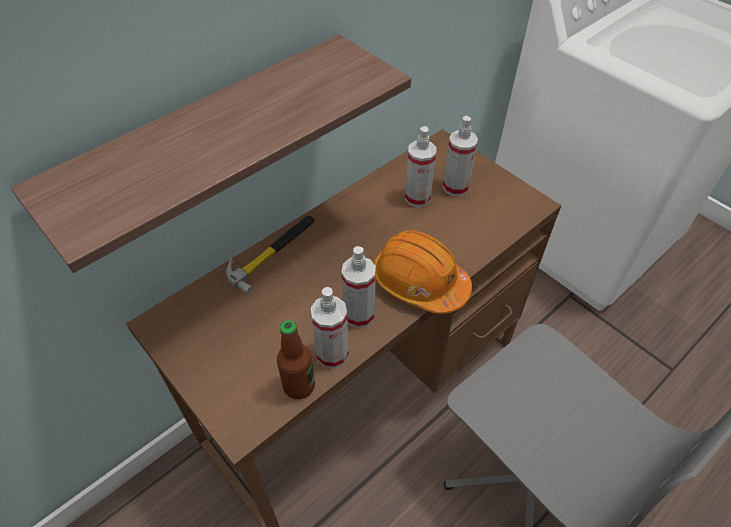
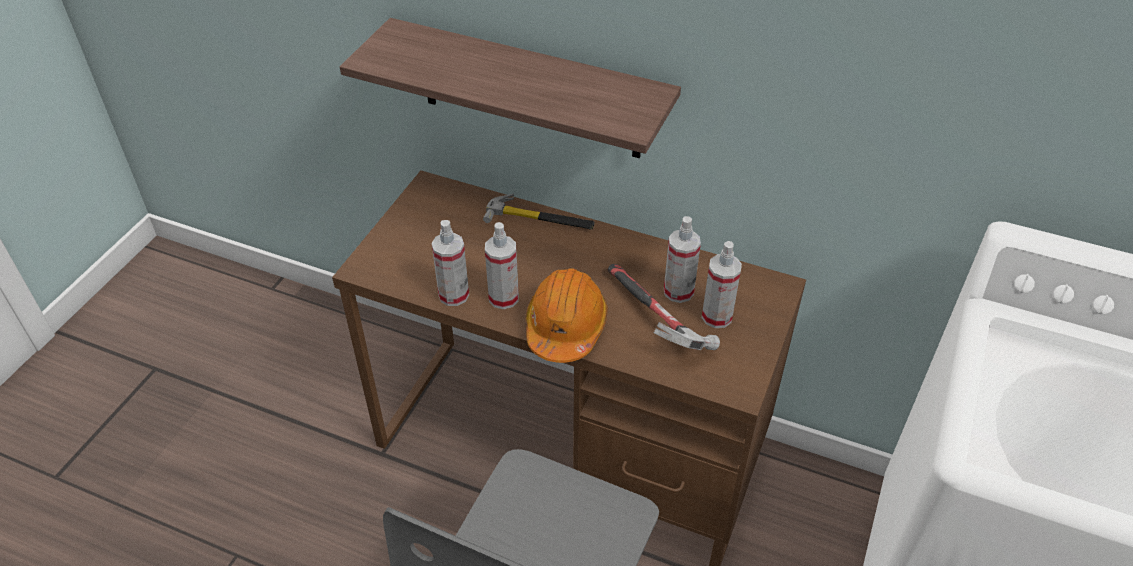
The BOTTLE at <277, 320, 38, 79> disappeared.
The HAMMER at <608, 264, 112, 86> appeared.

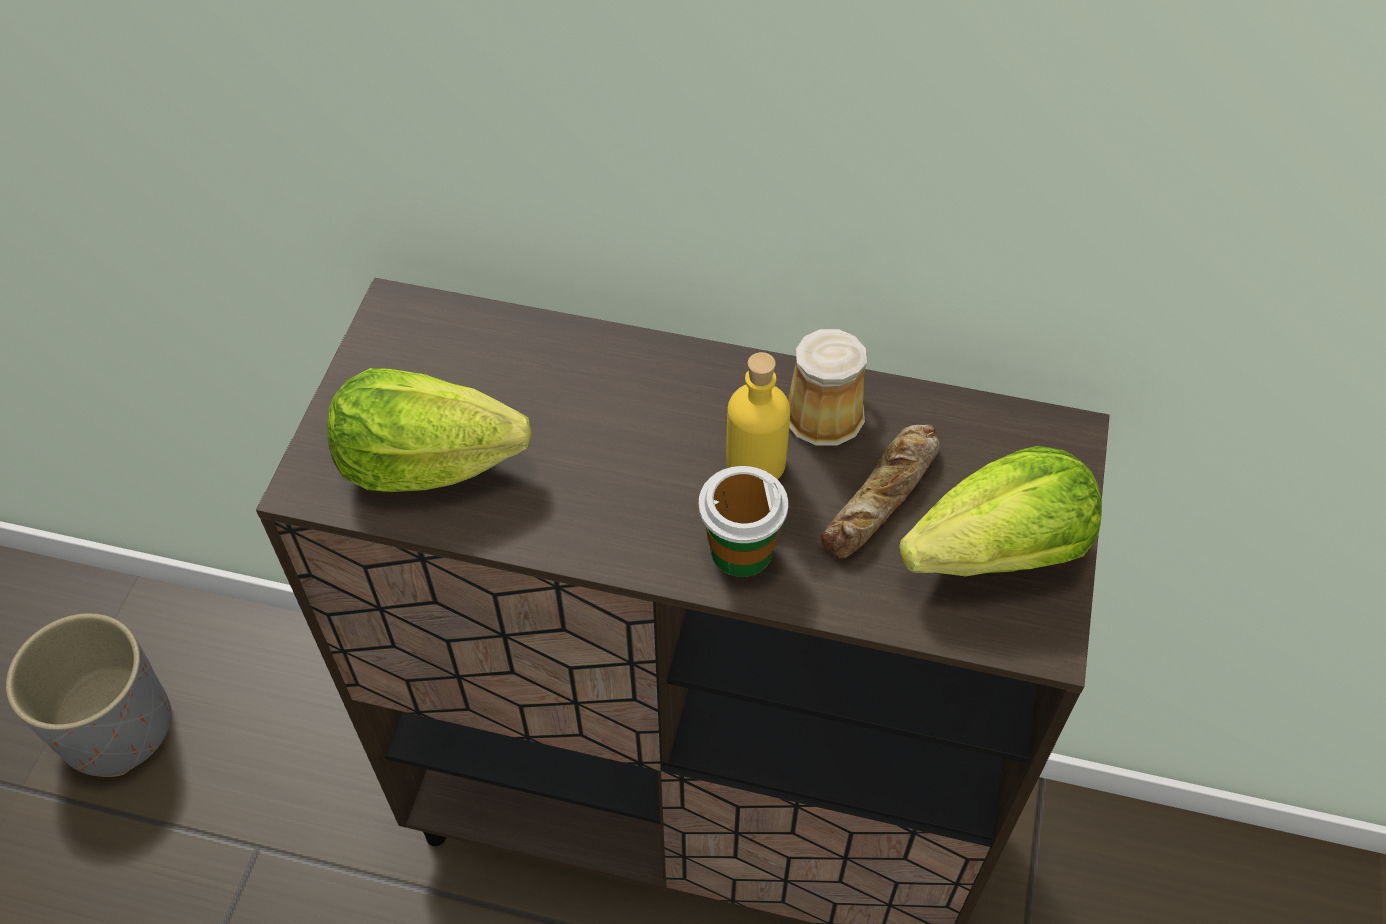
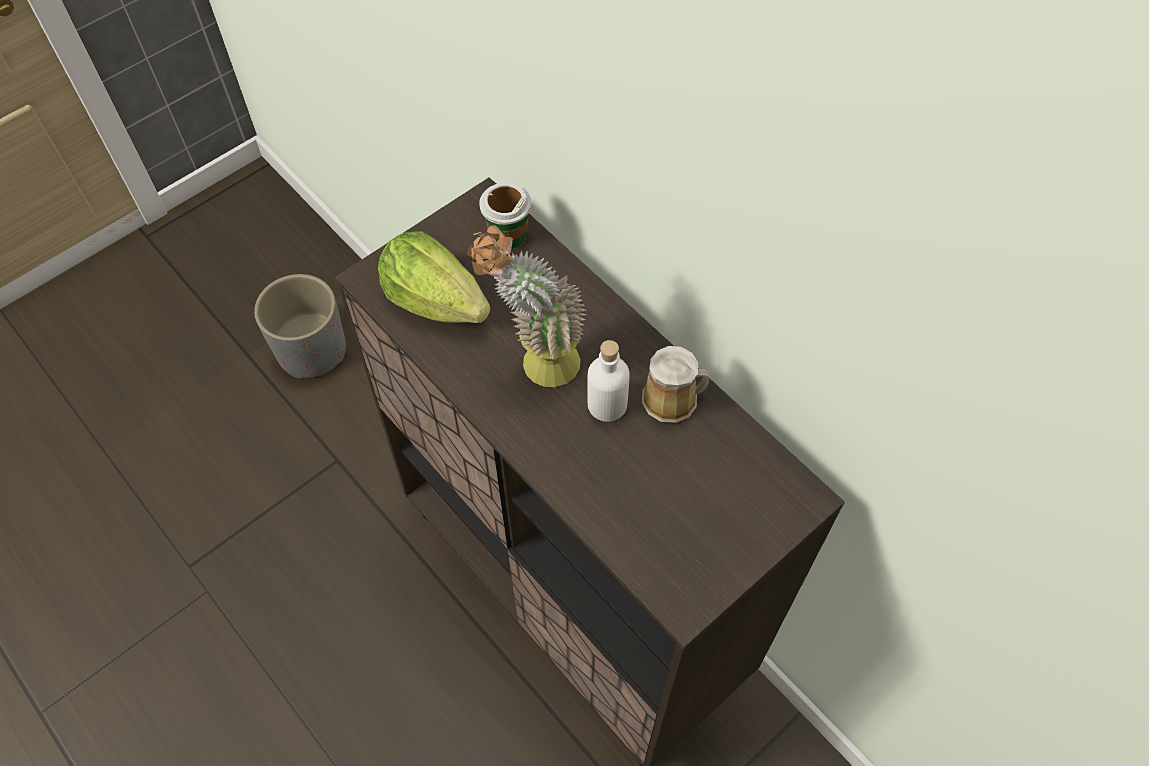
The CUP moved from <698, 466, 90, 111> to <479, 183, 52, 66>.
The YELLOW BOTTLE at <726, 352, 64, 128> became the WHITE BOTTLE at <587, 340, 43, 82>.
The BREAD at <821, 425, 119, 134> disappeared.
The LETTUCE at <899, 446, 203, 130> disappeared.
The POTTED PLANT at <467, 225, 119, 162> appeared.

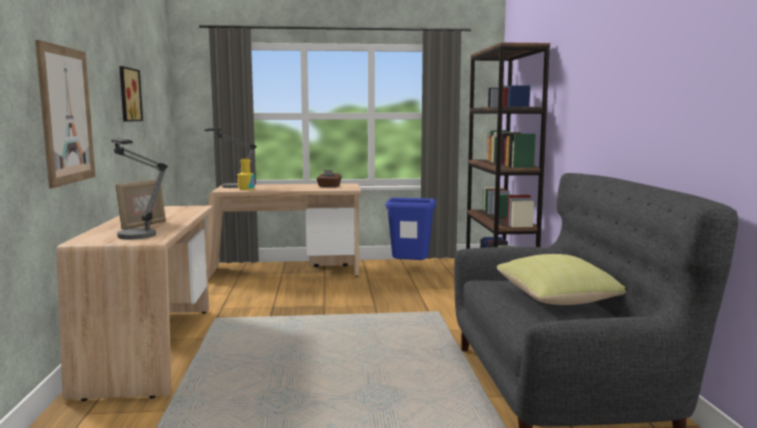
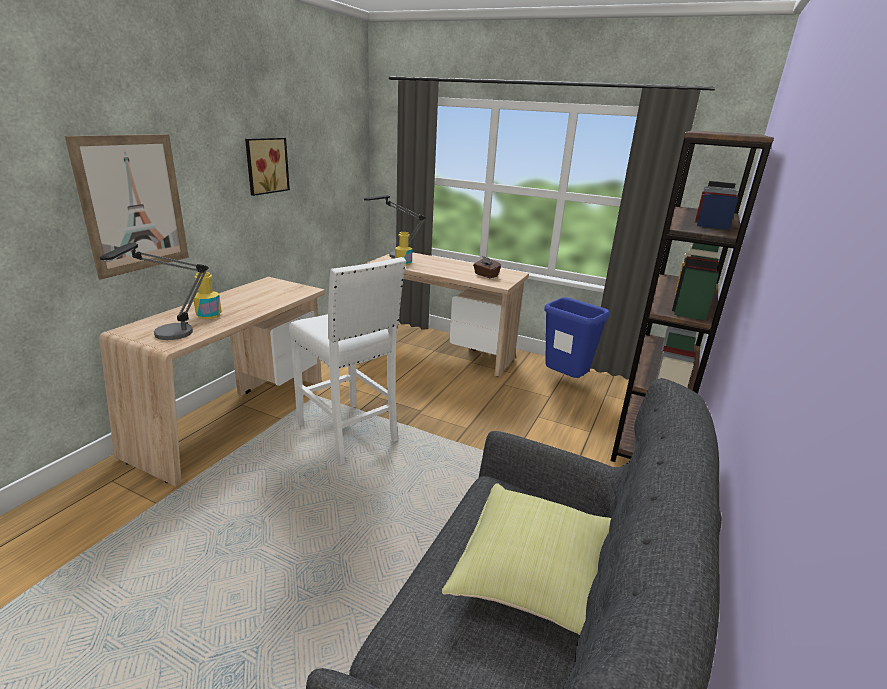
The PICTURE FRAME at <116, 179, 50, 51> was replaced by the YELLOW BOTTLE at <194, 272, 28, 47>.
The WHITE STOOL at <289, 257, 117, 207> appeared.

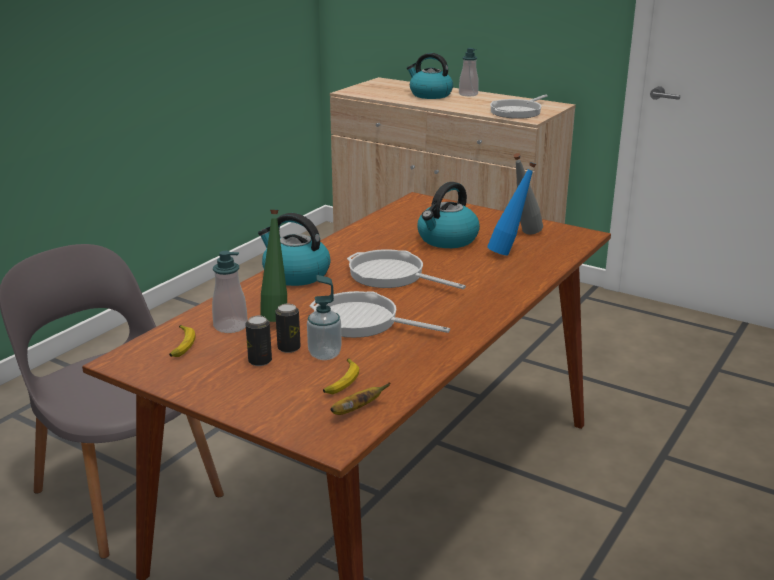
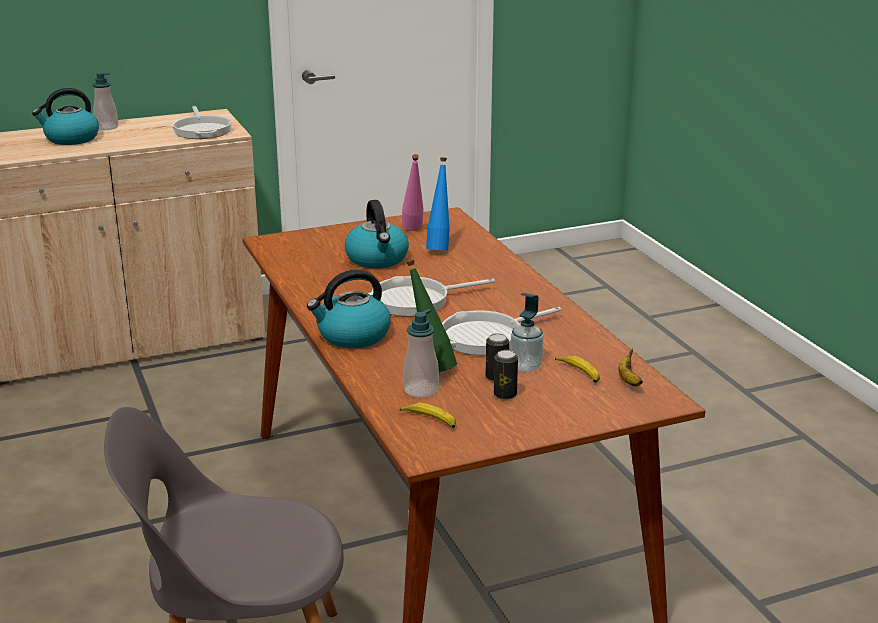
The GREY BOTTLE at <514, 153, 29, 81> became the PINK BOTTLE at <402, 154, 21, 77>.

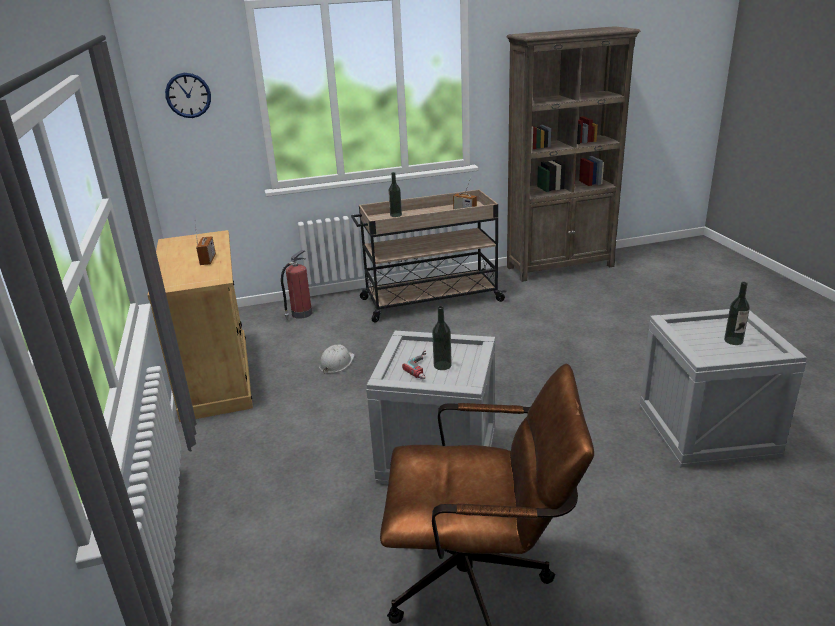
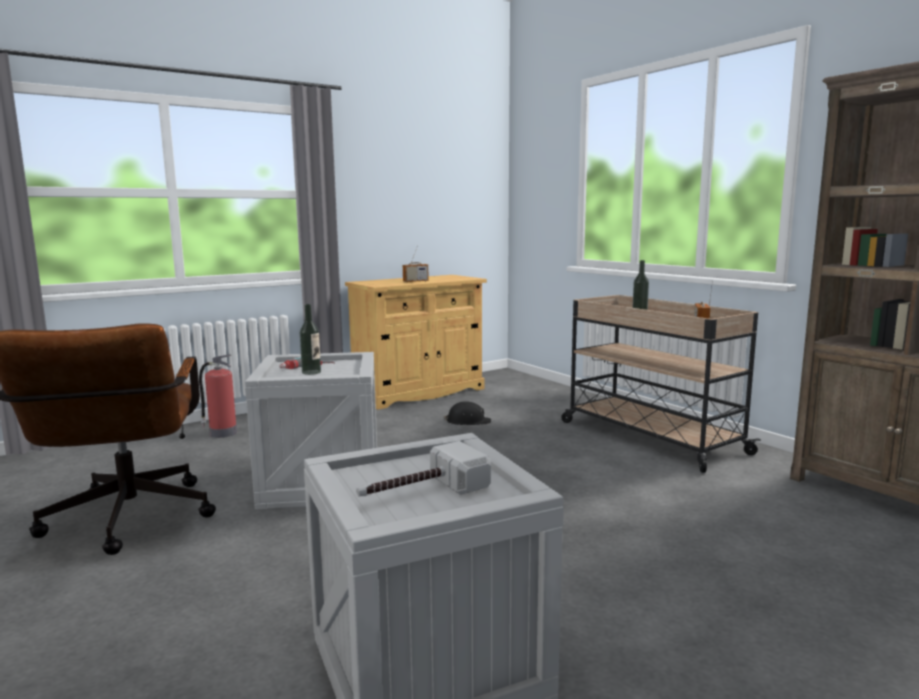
The WALL CLOCK at <165, 73, 46, 45> disappeared.
The FIRE EXTINGUISHER moved from <281, 250, 31, 69> to <199, 354, 38, 84>.
The WHITE HARD HAT at <319, 345, 36, 29> became the BLACK HARD HAT at <444, 401, 47, 24>.
The BOTTLE at <724, 282, 26, 63> was replaced by the HAMMER at <356, 441, 135, 55>.

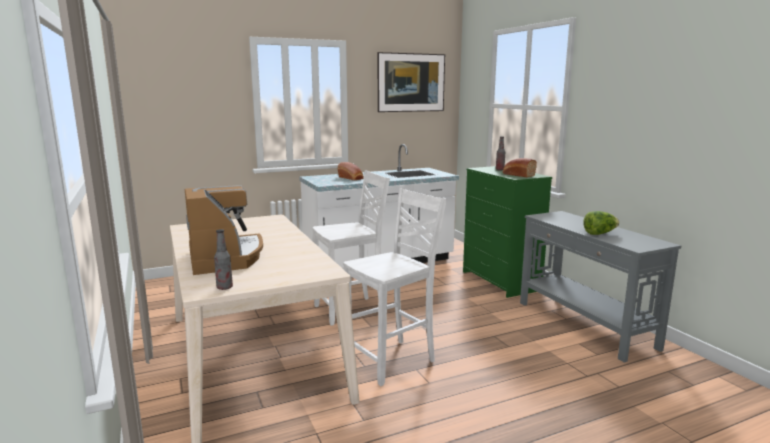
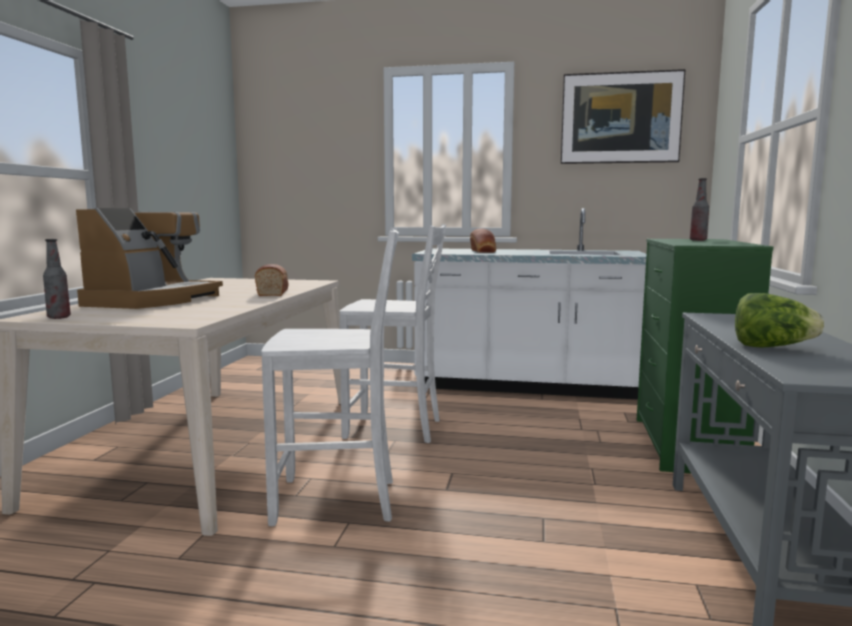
The BREAD moved from <503, 158, 34, 19> to <255, 264, 33, 32>.

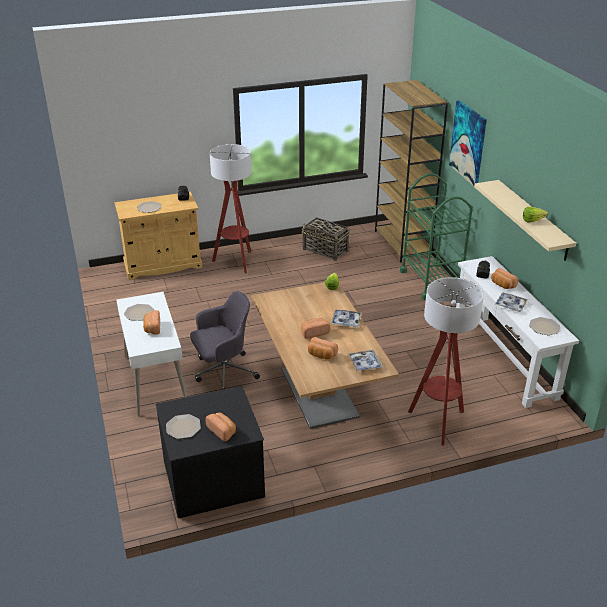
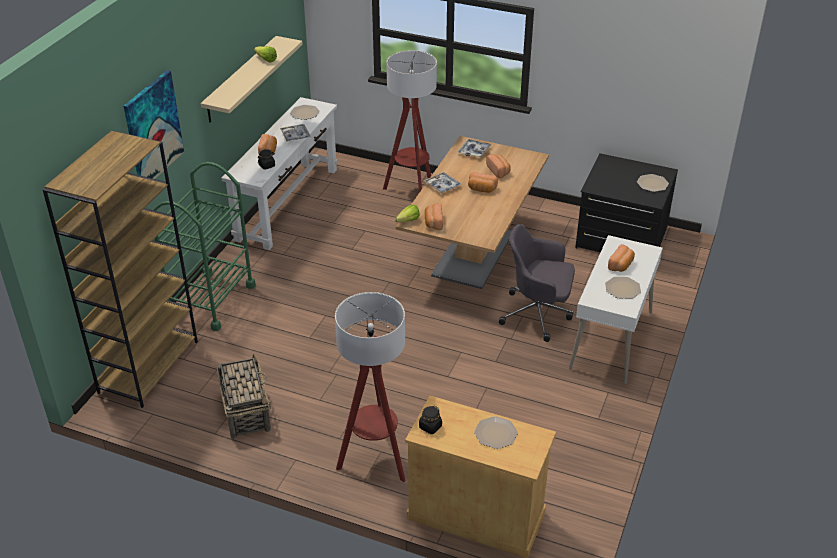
The BREAD moved from <205, 413, 31, 28> to <425, 203, 18, 27>.

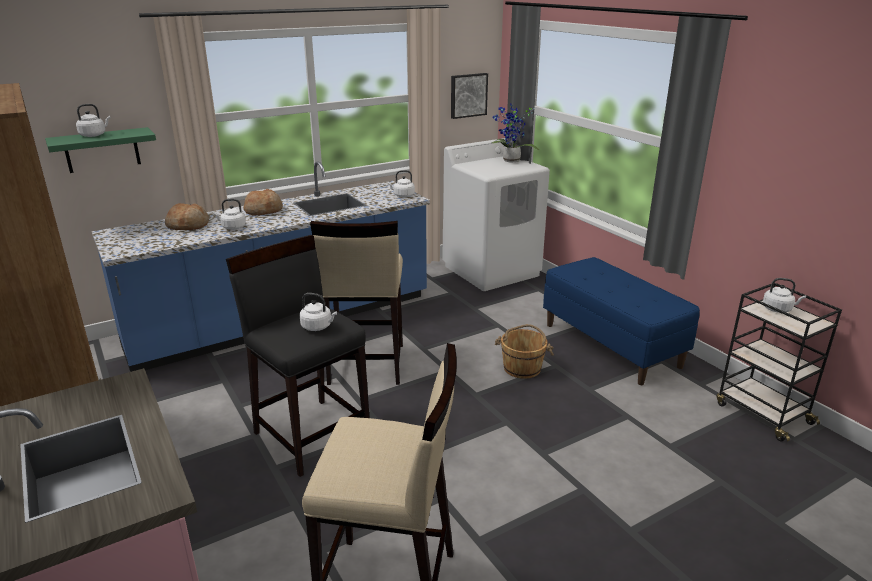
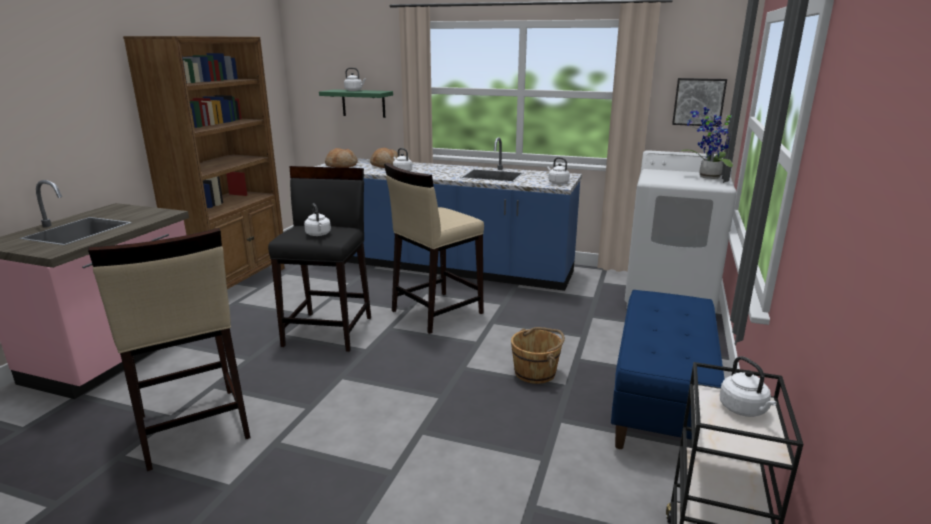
The BREAD moved from <243, 189, 40, 27> to <325, 148, 33, 20>.

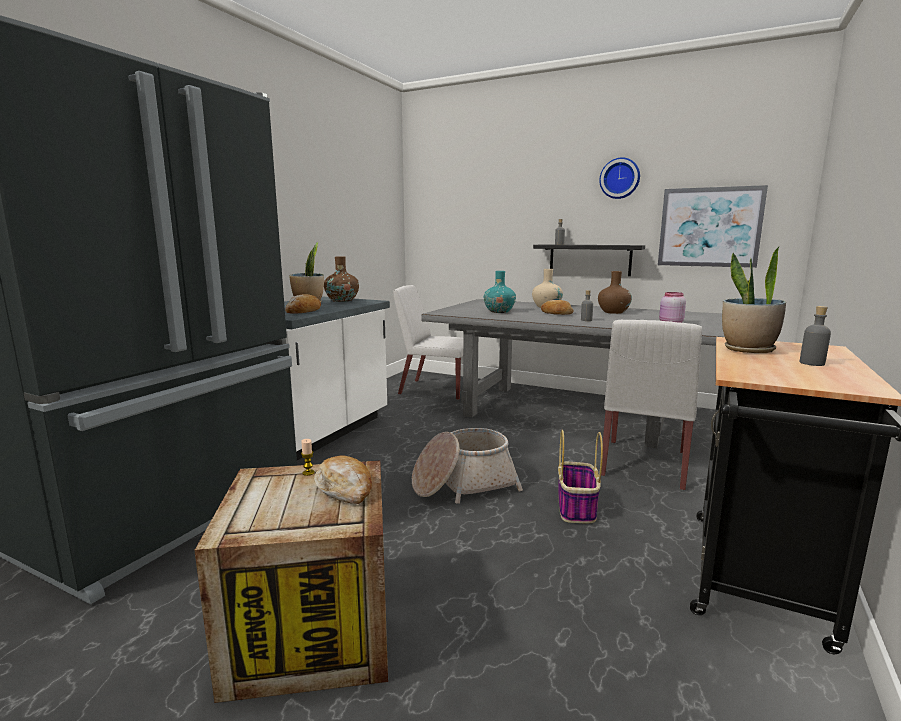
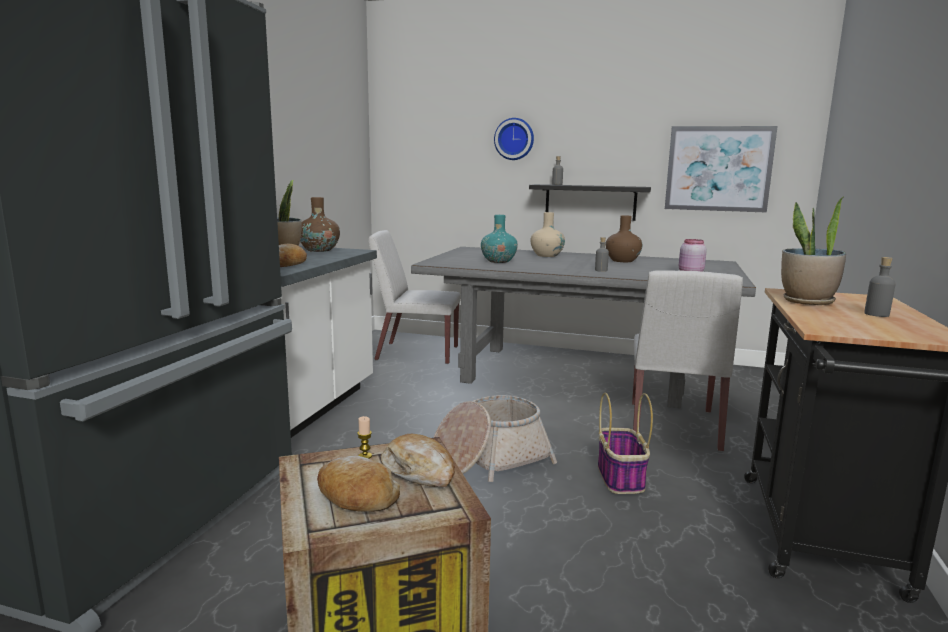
The BREAD moved from <541, 300, 32, 15> to <317, 456, 83, 56>.
The WALL CLOCK moved from <599, 157, 41, 42> to <494, 118, 40, 42>.

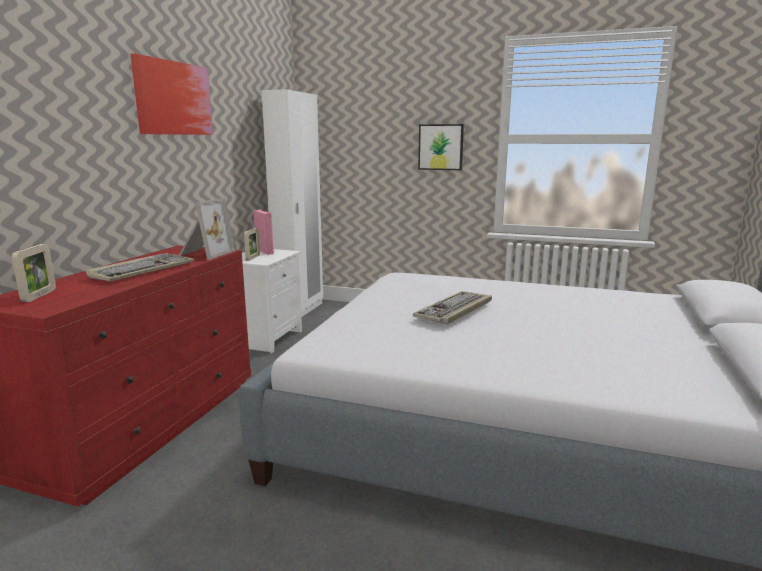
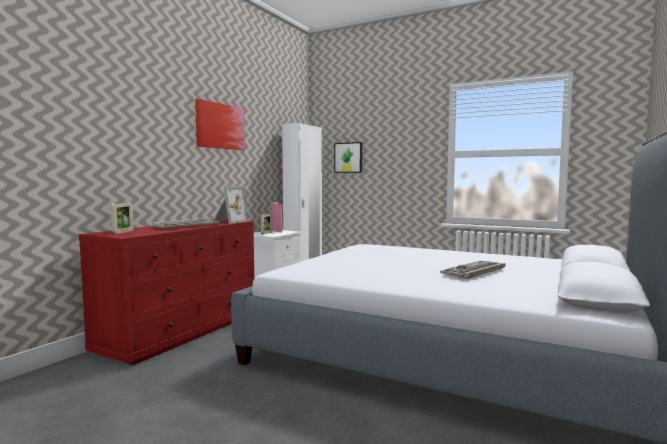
The KEYBOARD moved from <413, 291, 79, 34> to <440, 261, 65, 18>.
The PICTURE moved from <418, 124, 46, 46> to <334, 142, 28, 31>.

